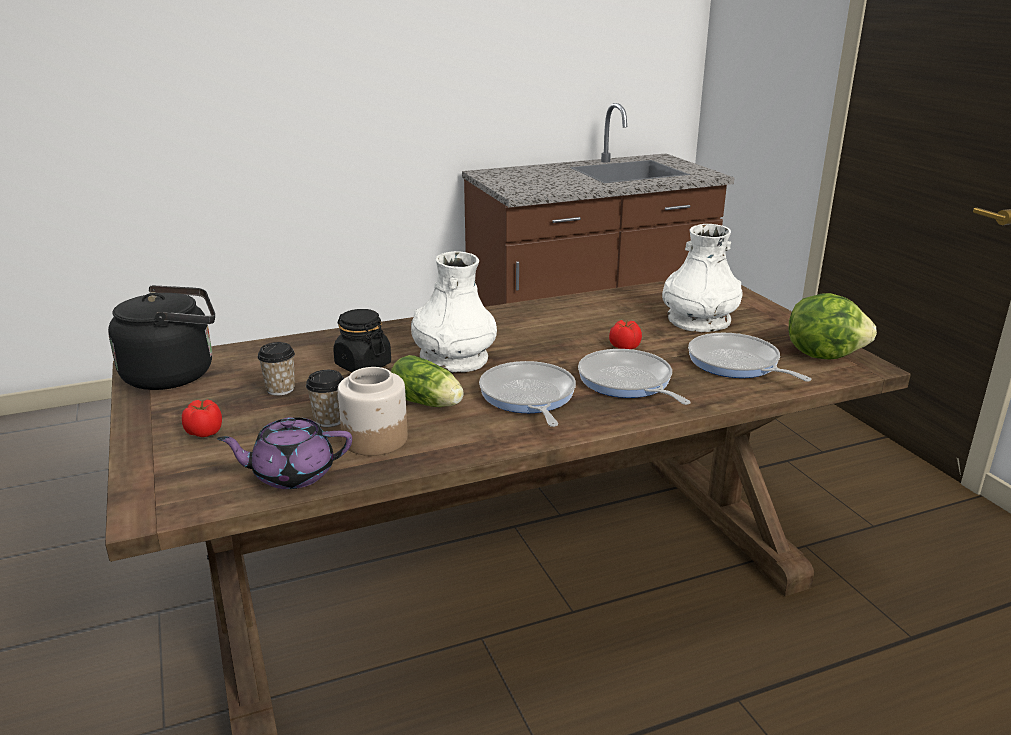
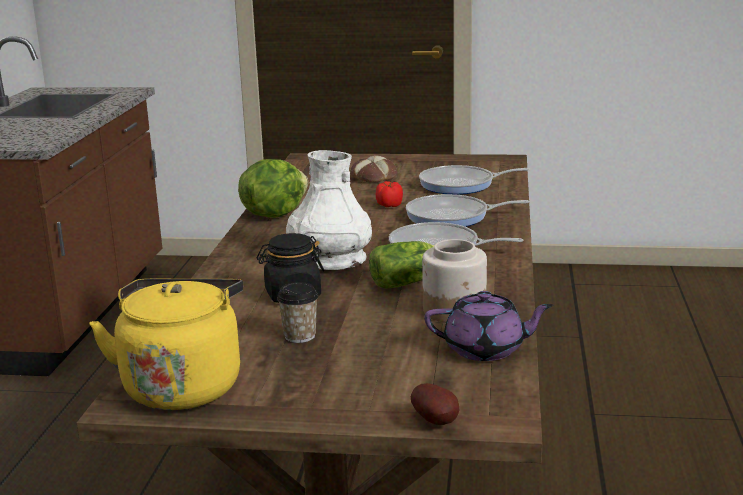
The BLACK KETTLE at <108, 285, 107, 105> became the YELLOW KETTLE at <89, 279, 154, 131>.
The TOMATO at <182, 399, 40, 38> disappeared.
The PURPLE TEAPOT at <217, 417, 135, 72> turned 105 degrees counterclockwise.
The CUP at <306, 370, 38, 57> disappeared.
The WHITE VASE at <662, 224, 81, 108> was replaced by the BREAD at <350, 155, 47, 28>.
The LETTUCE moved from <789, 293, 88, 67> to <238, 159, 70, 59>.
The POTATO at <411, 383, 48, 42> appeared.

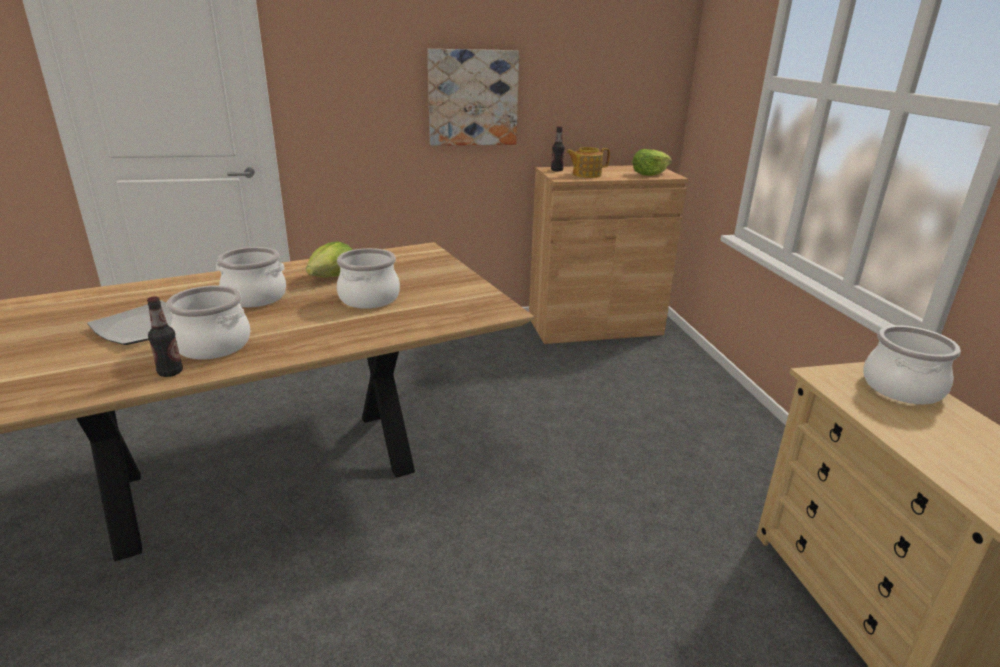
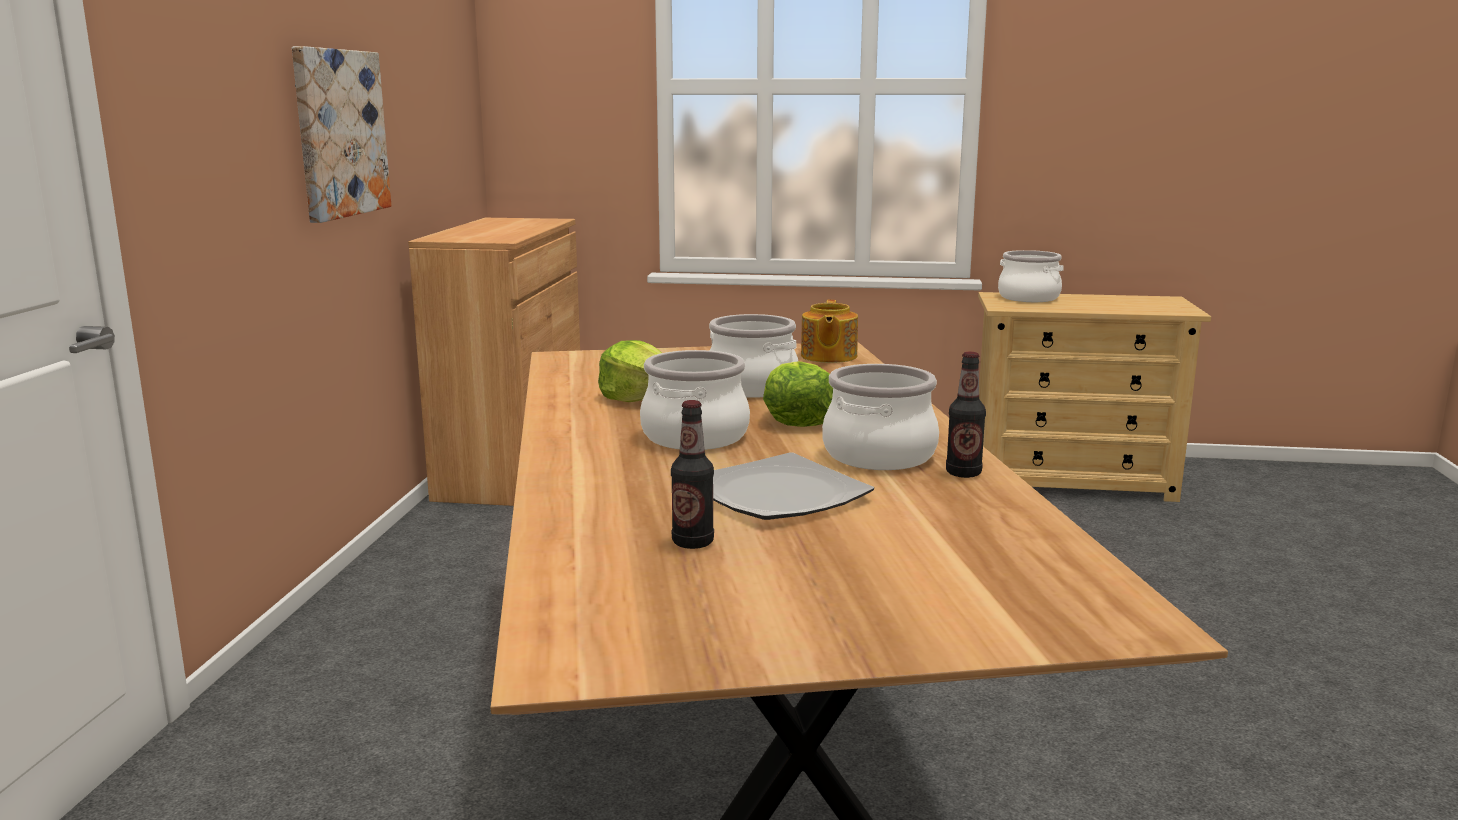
The BOTTLE moved from <551, 126, 14, 46> to <671, 400, 43, 149>.
The TEAPOT moved from <566, 147, 44, 31> to <801, 300, 57, 63>.
The LETTUCE moved from <633, 149, 39, 27> to <763, 361, 70, 66>.

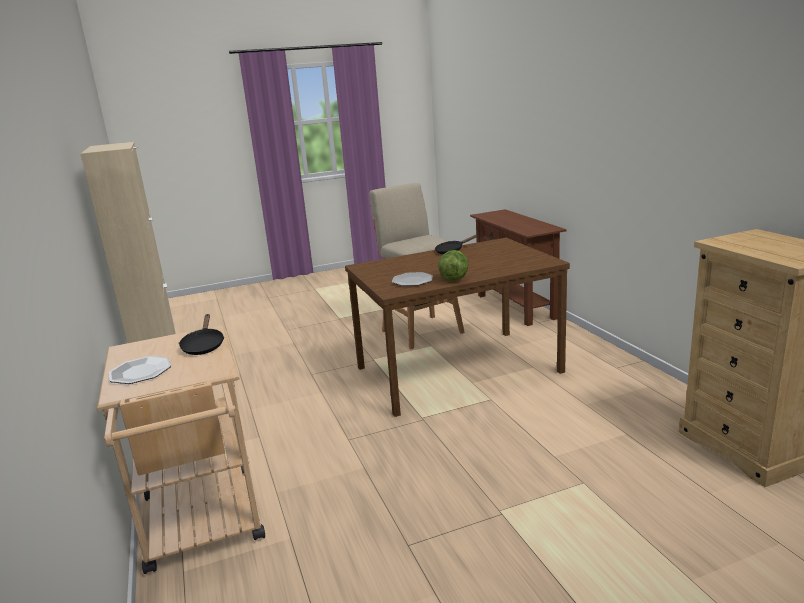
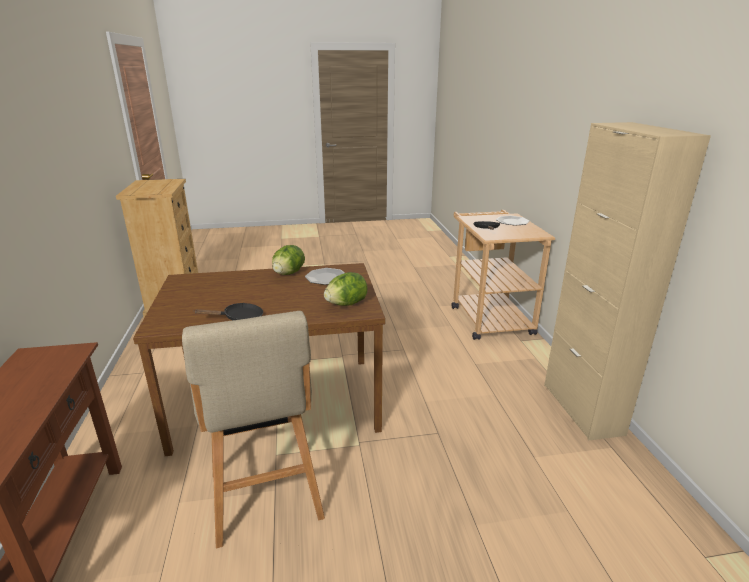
The LETTUCE at <324, 272, 44, 34> appeared.

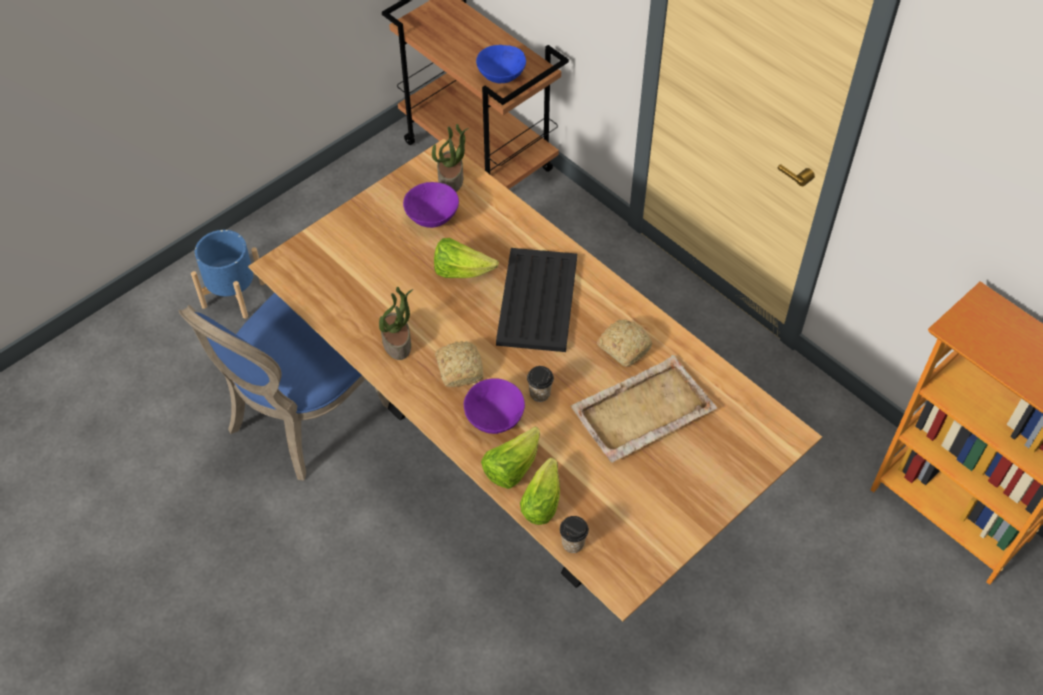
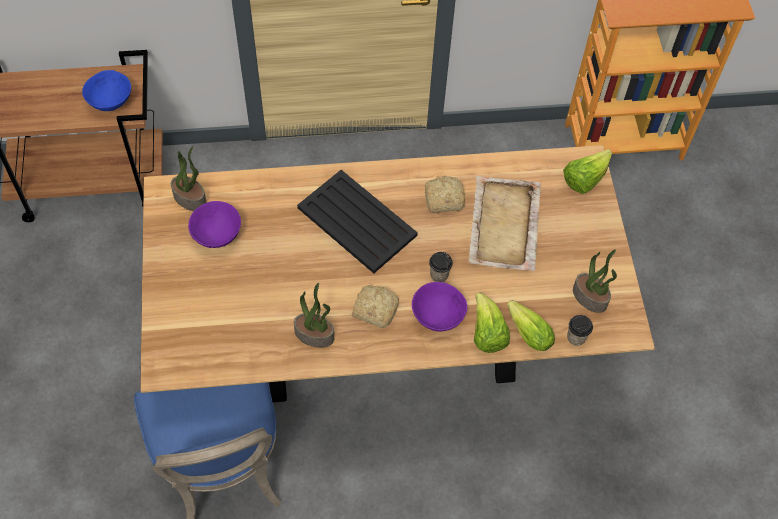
The BLUE PLANTER at <191, 230, 74, 89> disappeared.
The LETTUCE moved from <434, 238, 65, 40> to <563, 149, 49, 45>.
The POTTED PLANT at <573, 249, 44, 64> appeared.

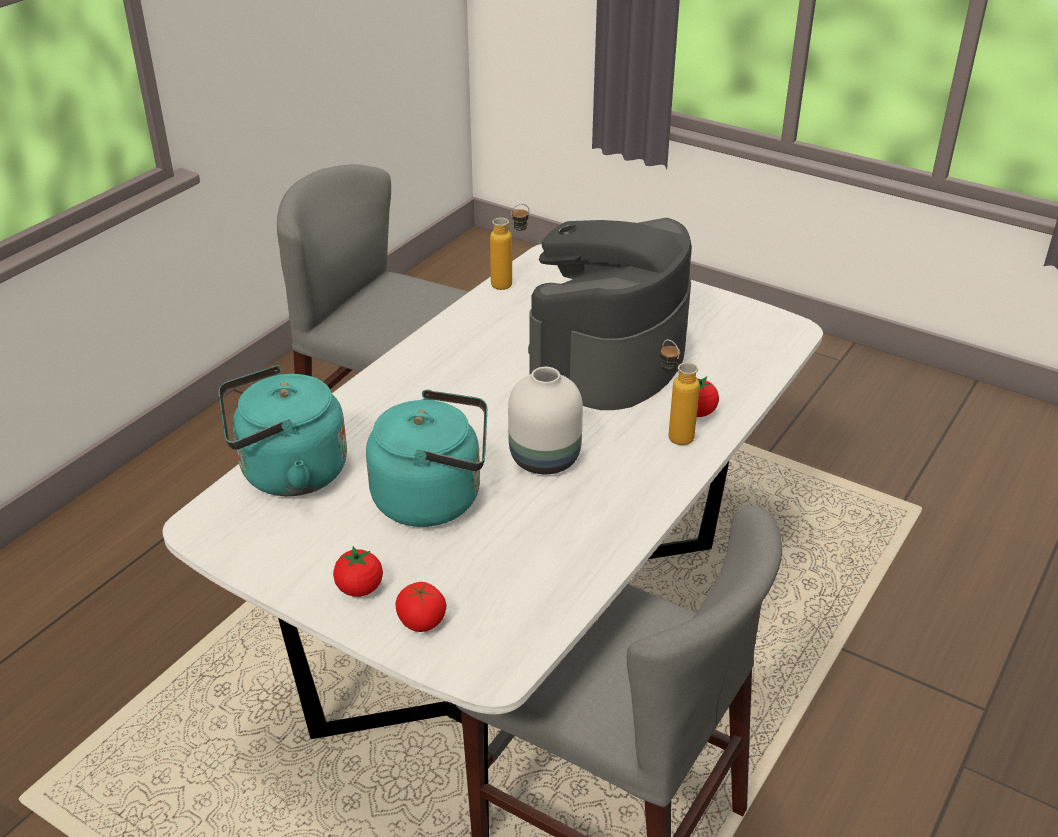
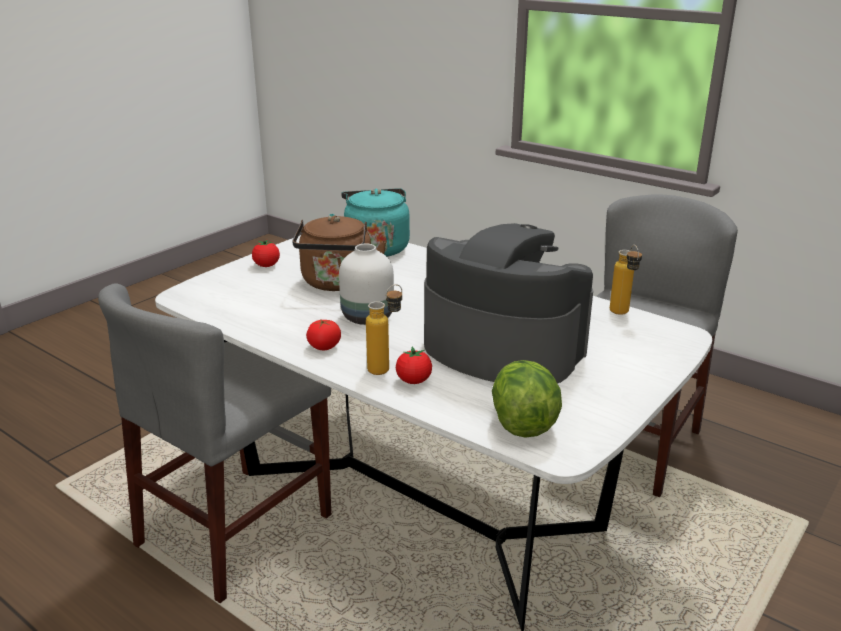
The TURQUOISE KETTLE at <366, 390, 121, 137> became the BROWN KETTLE at <292, 215, 95, 76>.
The TOMATO moved from <396, 582, 51, 50> to <306, 319, 35, 31>.
The LETTUCE at <492, 360, 70, 78> appeared.

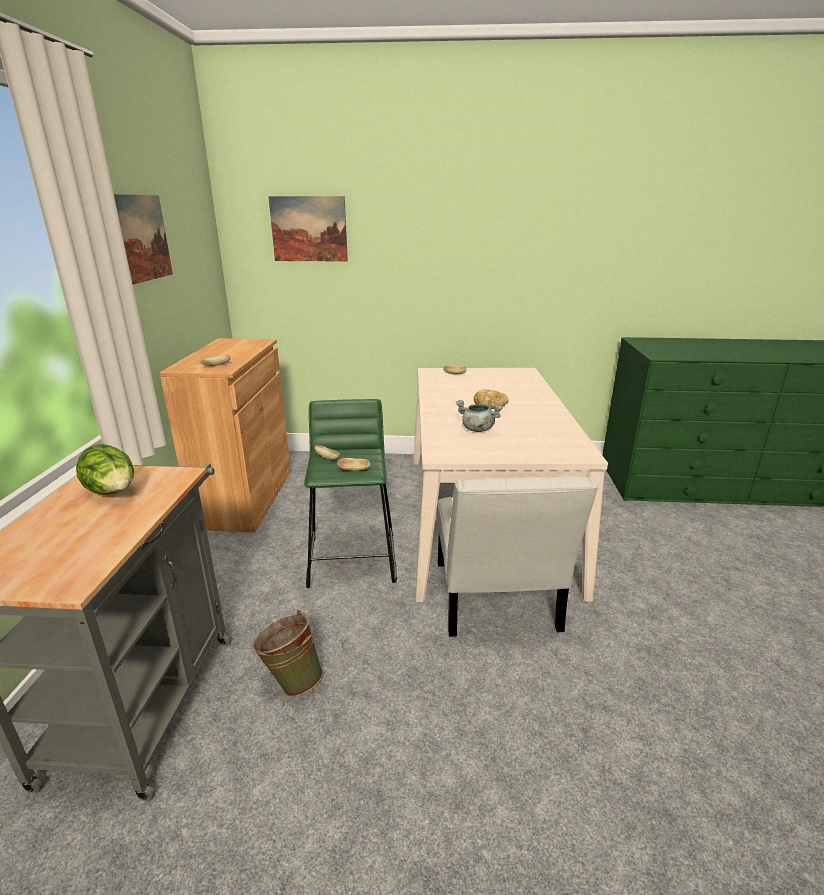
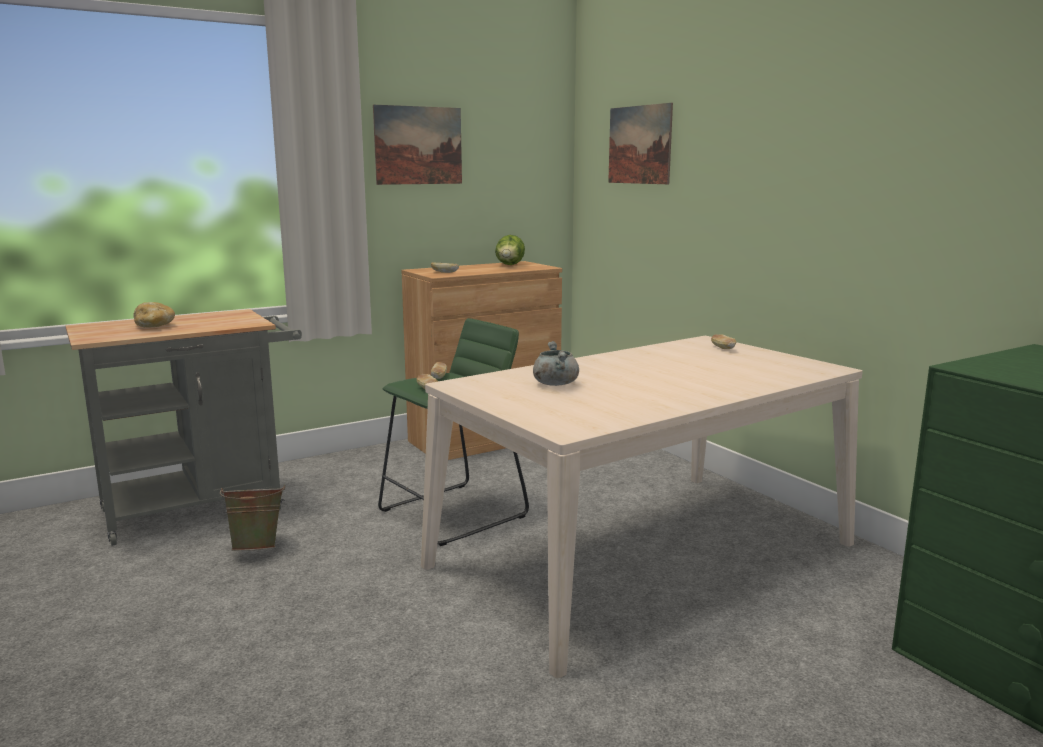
The LETTUCE moved from <76, 444, 58, 51> to <495, 235, 30, 30>.
The WHITE CHAIR at <437, 476, 162, 161> disappeared.
The BREAD moved from <474, 389, 34, 20> to <133, 302, 42, 26>.

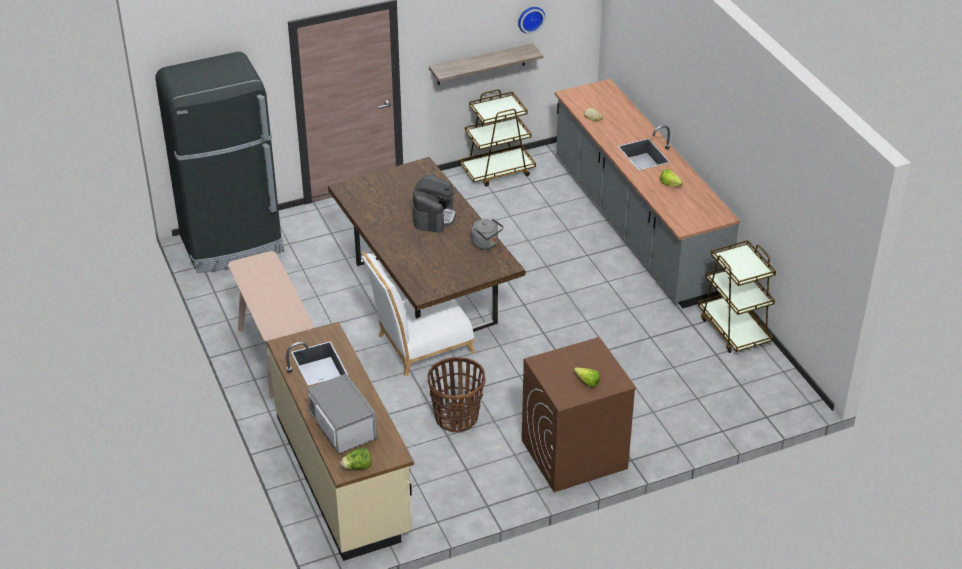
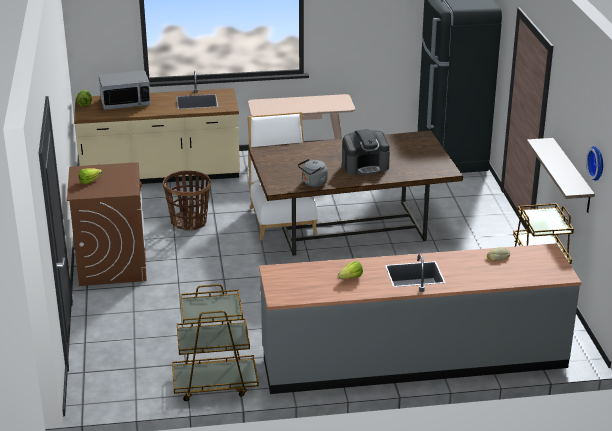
The COFFEE MACHINE at <413, 175, 43, 58> turned 45 degrees counterclockwise.

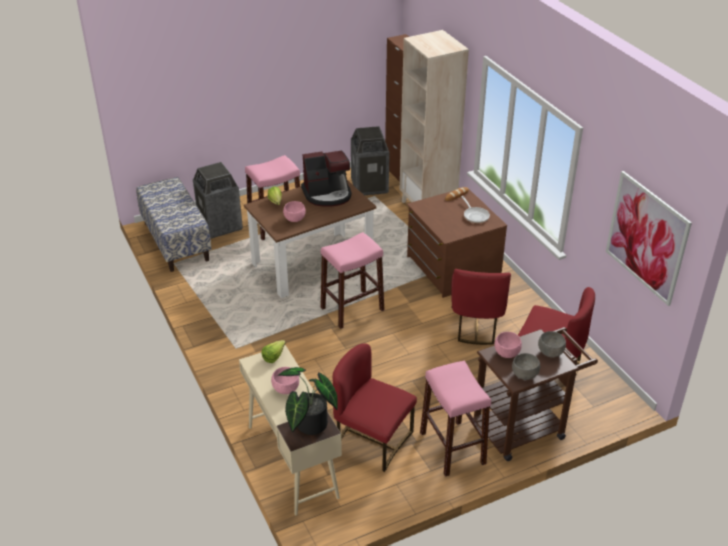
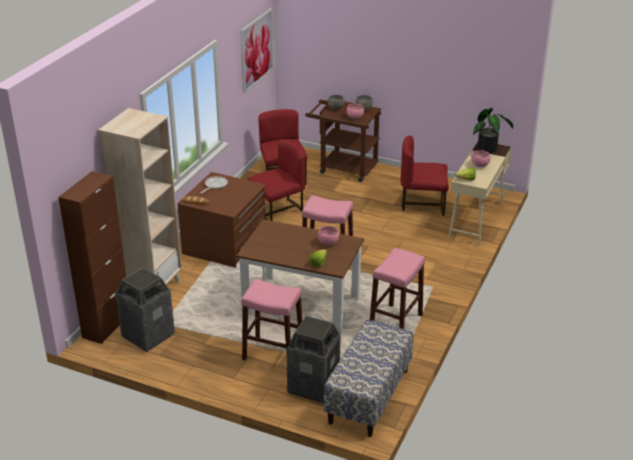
The COFFEE MACHINE at <301, 150, 50, 57> disappeared.
The RED CHAIR at <333, 343, 84, 129> turned 105 degrees clockwise.
The PINK STOOL moved from <420, 361, 71, 116> to <370, 248, 55, 81>.

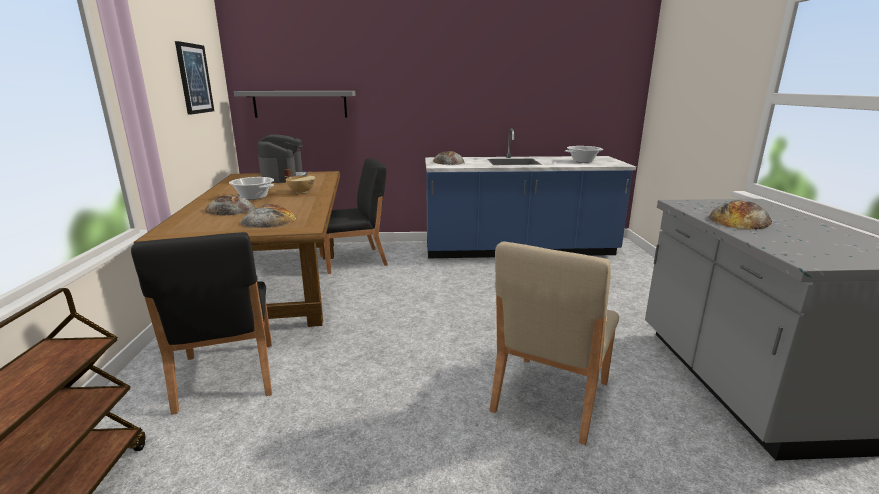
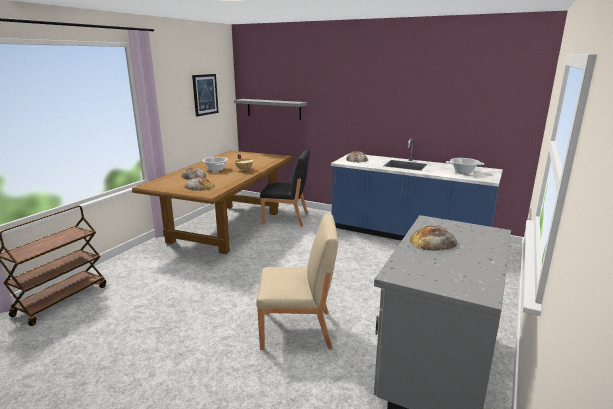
The BLACK CHAIR at <131, 232, 141, 183> disappeared.
The COFFEE MACHINE at <257, 134, 50, 49> disappeared.
The BEIGE CHAIR at <490, 241, 129, 204> turned 150 degrees counterclockwise.

